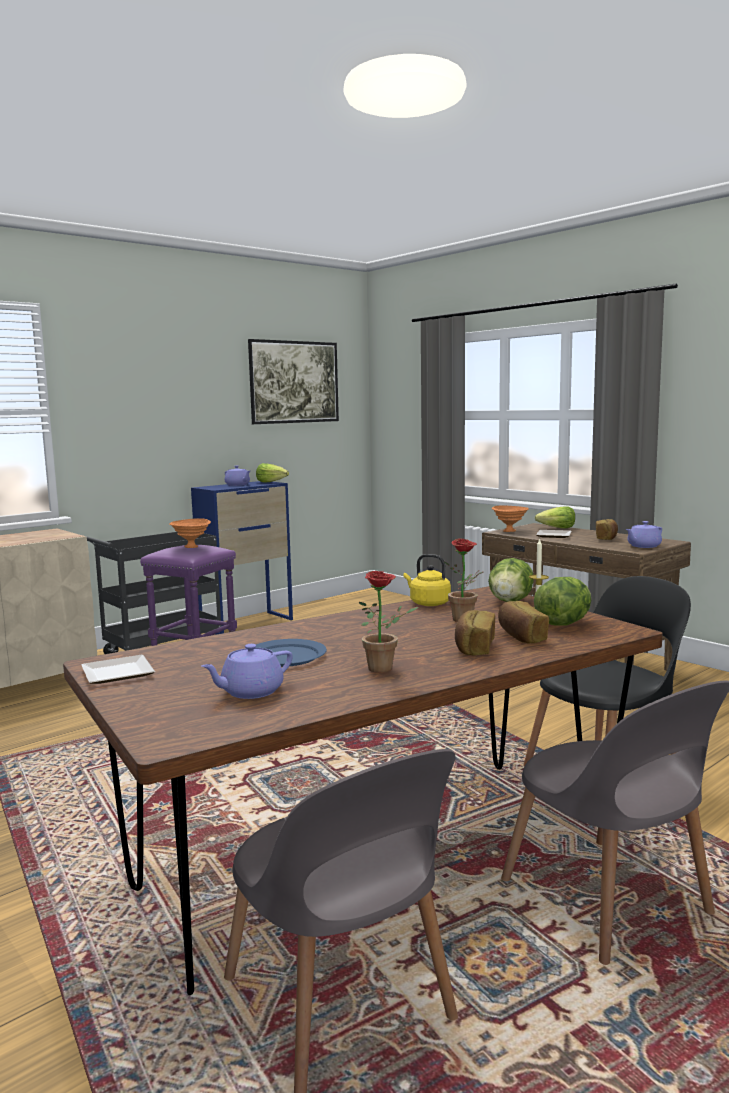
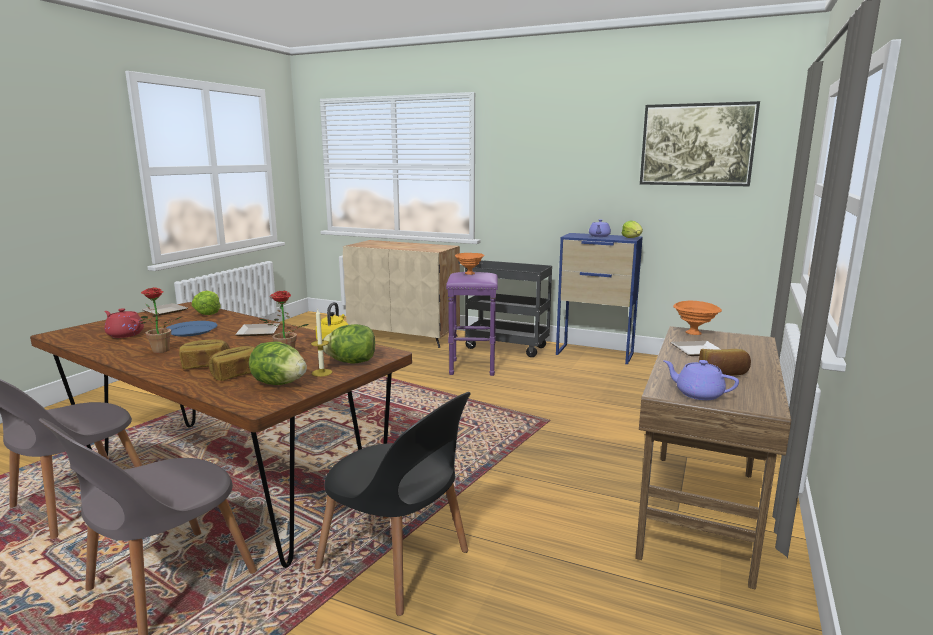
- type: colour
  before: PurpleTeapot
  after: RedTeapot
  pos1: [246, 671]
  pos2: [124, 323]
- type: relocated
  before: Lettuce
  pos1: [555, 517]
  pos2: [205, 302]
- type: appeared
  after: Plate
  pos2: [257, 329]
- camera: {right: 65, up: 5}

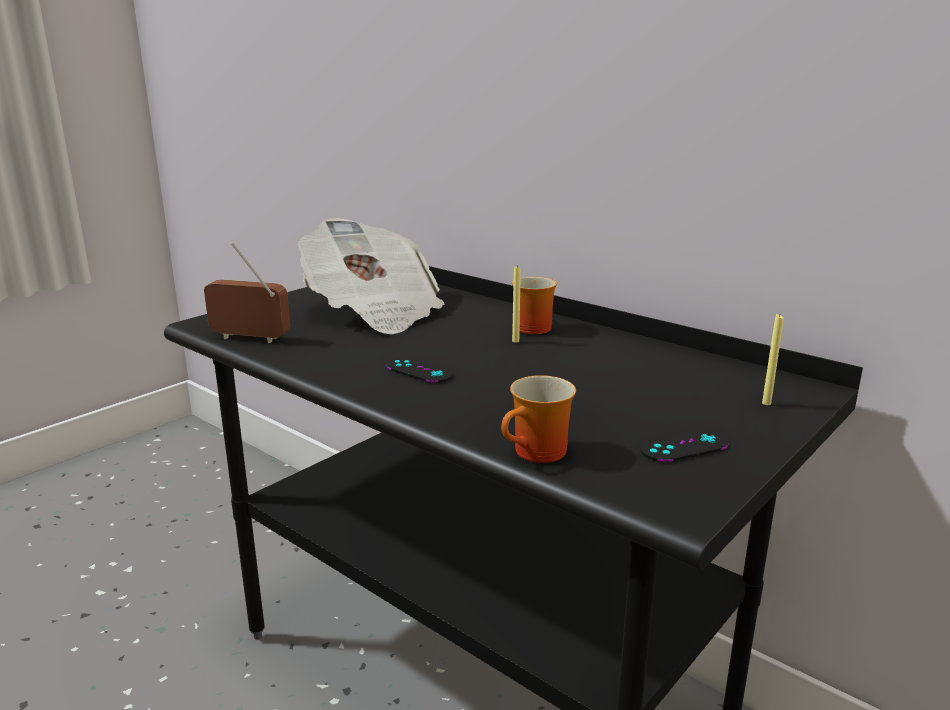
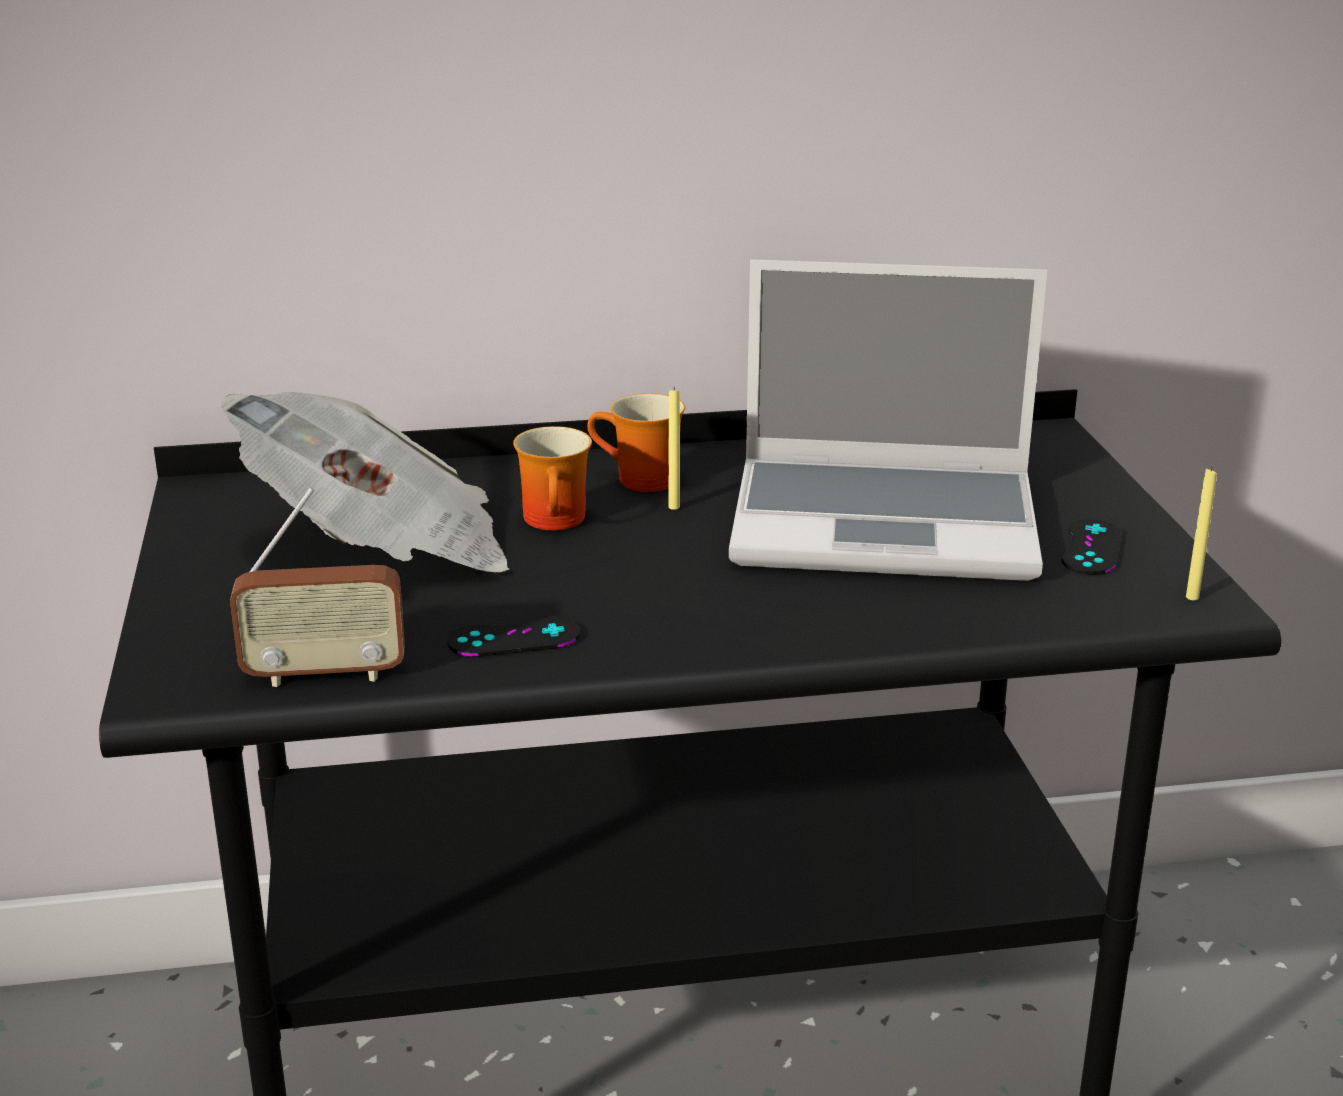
- type: spun
  before: Radio
  pos1: [247, 293]
  pos2: [317, 587]
  turn: -150
- type: relocated
  before: BlackGameController
  pos1: [419, 370]
  pos2: [513, 637]
- type: relocated
  before: Mug
  pos1: [538, 419]
  pos2: [552, 478]
- type: appeared
  after: Laptop
  pos2: [888, 420]
- type: relocated
  before: YellowCandle
  pos1: [773, 359]
  pos2: [1201, 534]
- camera: {right: -50, up: 5}

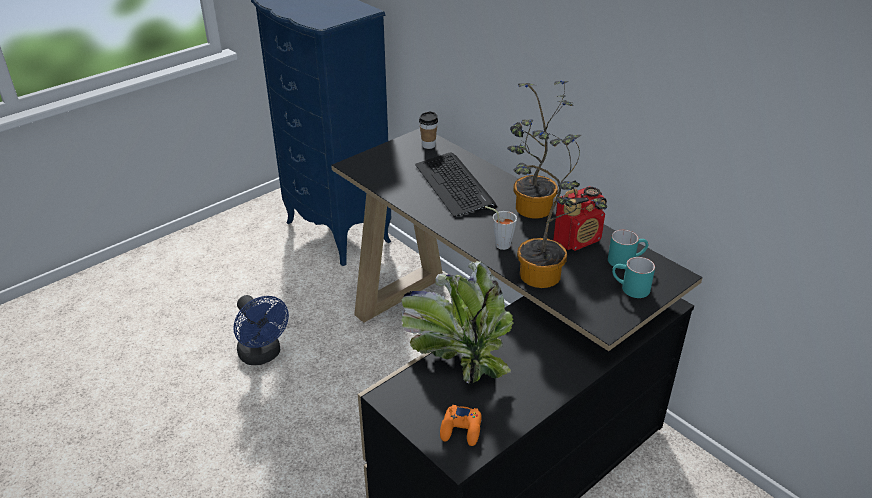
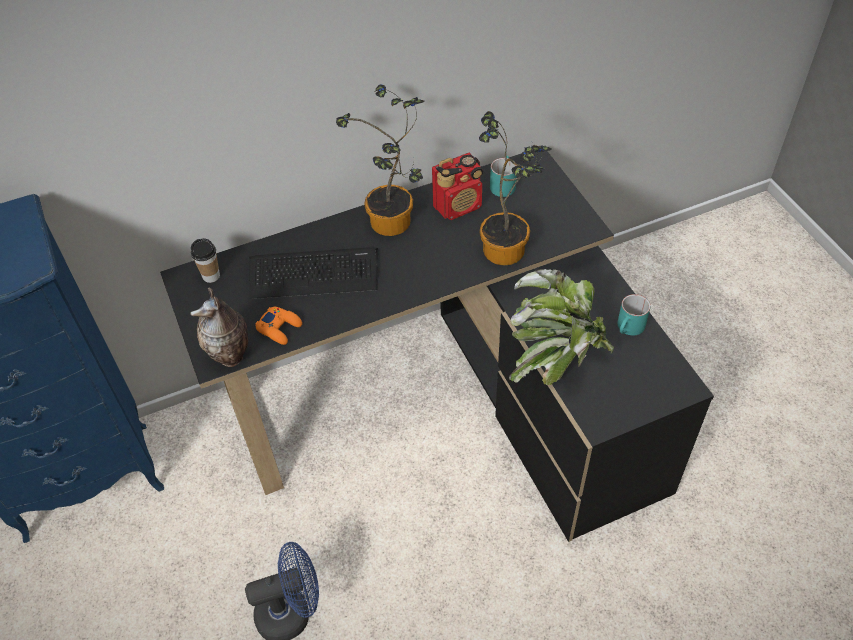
- type: appeared
  after: Vase
  pos2: [219, 327]
- type: relocated
  before: OrangeGameController
  pos1: [461, 425]
  pos2: [278, 326]
- type: spun
  before: Radio
  pos1: [580, 218]
  pos2: [457, 186]
  turn: 75
- type: relocated
  before: TurquoiseMug
  pos1: [633, 277]
  pos2: [634, 314]
- type: missing
  before: GreyCup
  pos1: [501, 228]
- camera: {right: -70, up: 15}

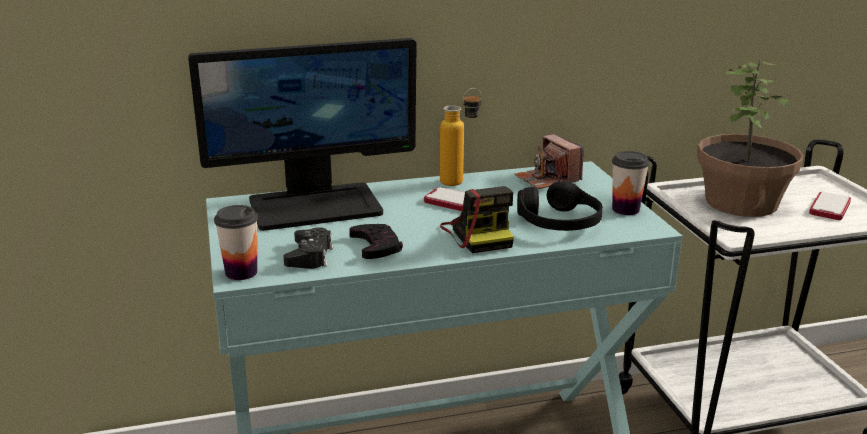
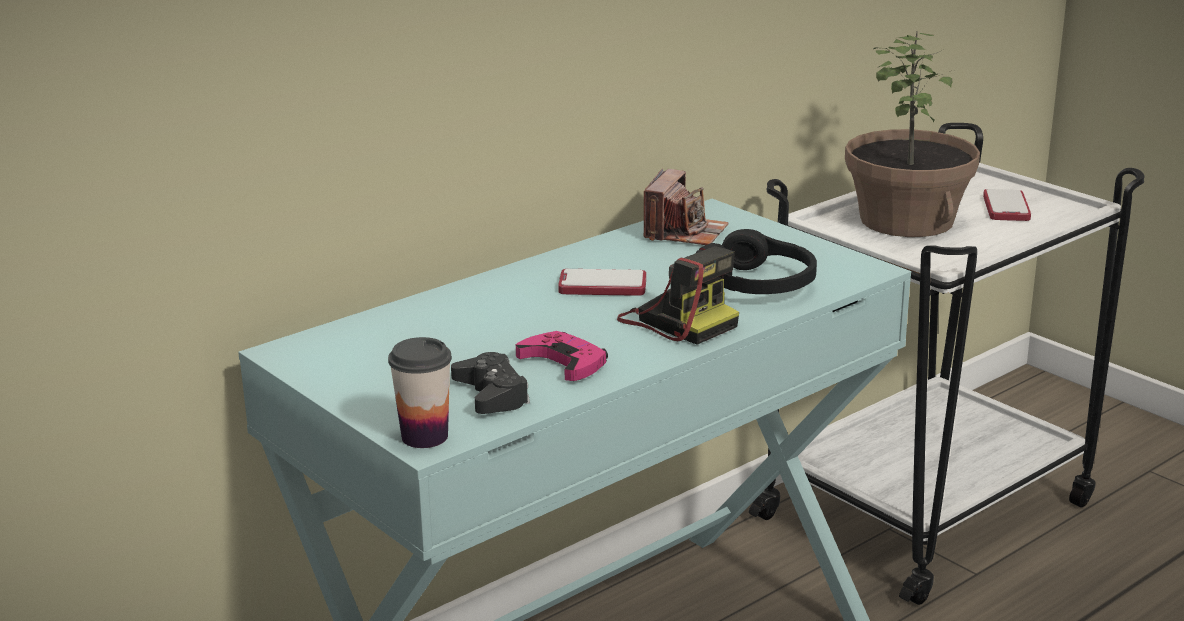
- type: colour
  before: BlackGameController
  after: PinkGameController
  pos1: [376, 241]
  pos2: [562, 356]
- type: spun
  before: PhotoCamera
  pos1: [549, 161]
  pos2: [685, 207]
  turn: -105
- type: missing
  before: Monitor
  pos1: [302, 134]
- type: missing
  before: Bottle
  pos1: [460, 137]
- type: missing
  before: Cup
  pos1: [631, 183]
- camera: {right: -25, up: 0}

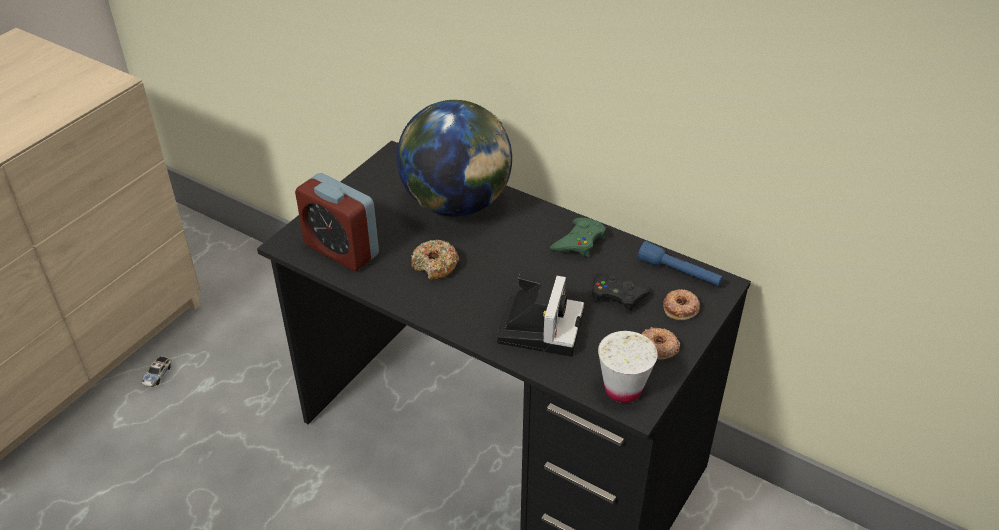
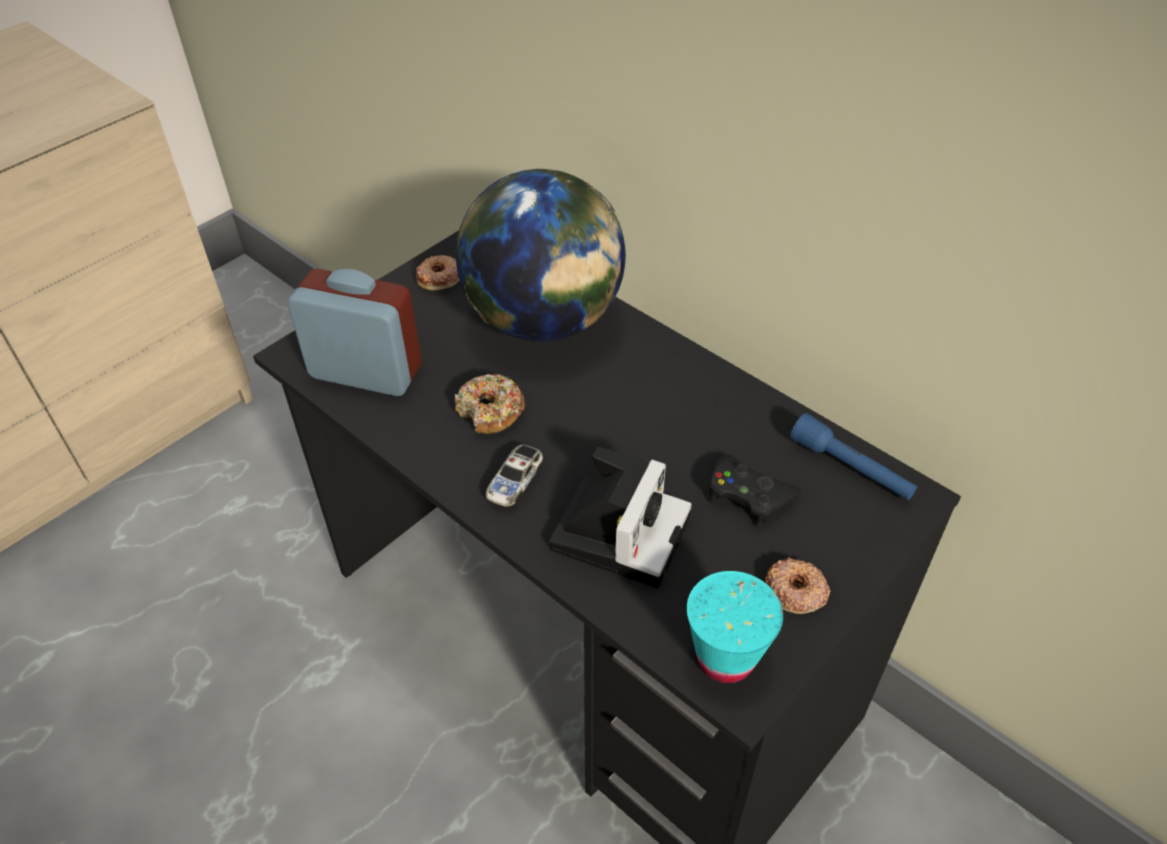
- type: spun
  before: AlarmClock
  pos1: [337, 222]
  pos2: [355, 332]
  turn: 150
- type: relocated
  before: Donut
  pos1: [681, 304]
  pos2: [437, 272]
- type: relocated
  before: ToyCar
  pos1: [156, 371]
  pos2: [514, 476]
- type: colour
  before: WhiteCup
  after: TurquoiseCup
  pos1: [628, 367]
  pos2: [735, 627]
- type: missing
  before: GreenGameController
  pos1: [578, 237]
- camera: {right: 10, up: 5}

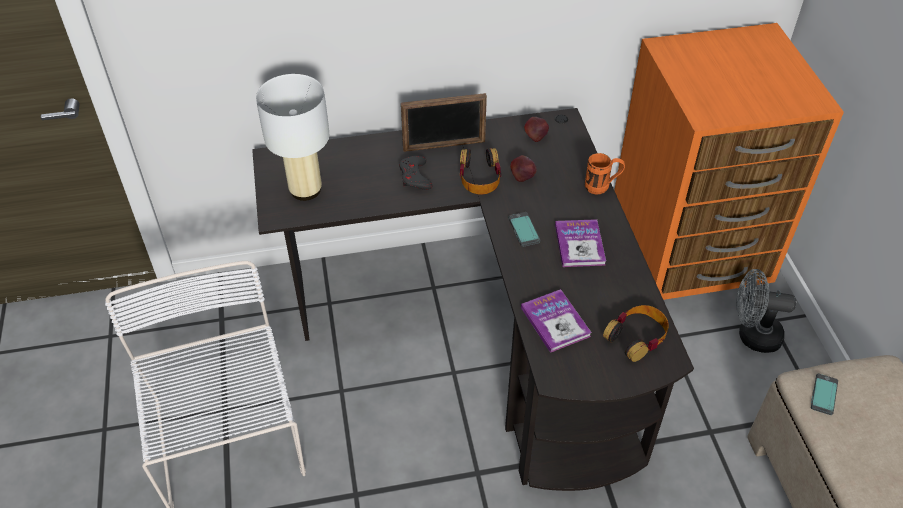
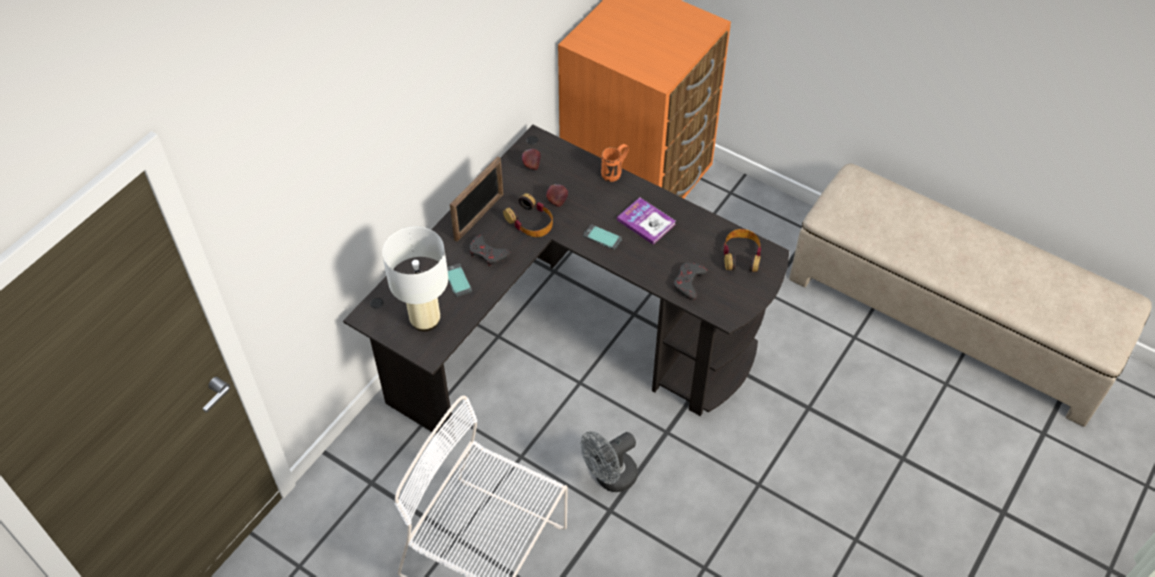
- type: relocated
  before: Phone
  pos1: [824, 394]
  pos2: [459, 280]
- type: relocated
  before: GreyFan
  pos1: [766, 311]
  pos2: [609, 461]
- type: exchanged
  before: Book
  after: GreyGameController
  pos1: [556, 321]
  pos2: [690, 281]
- camera: {right: -45, up: 5}

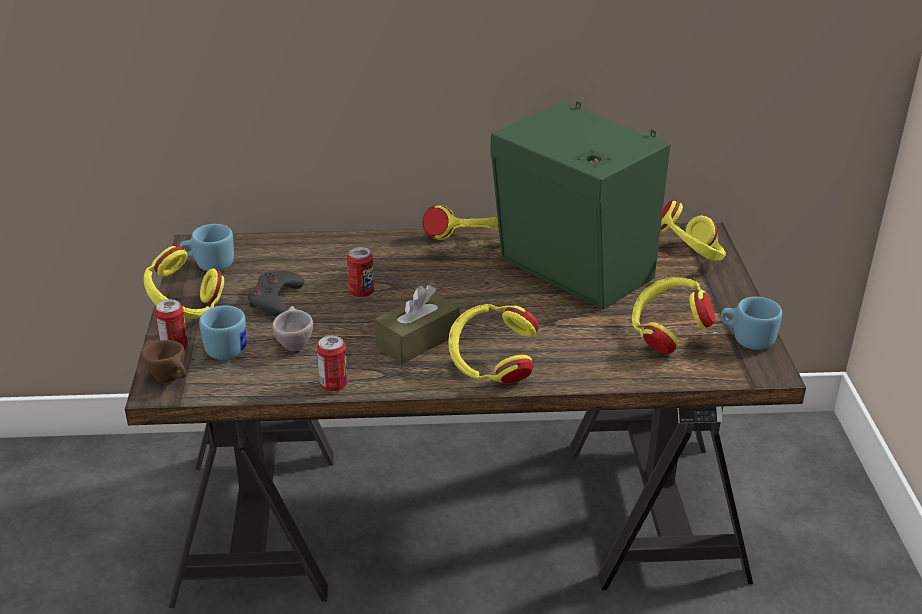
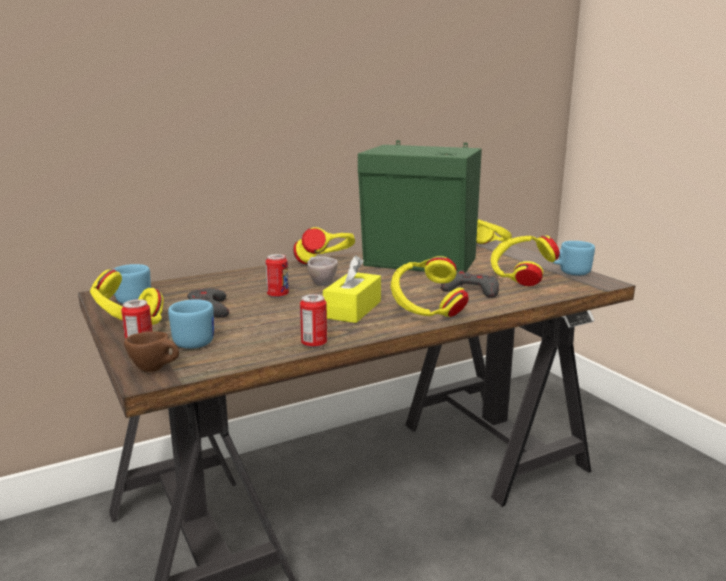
- type: relocated
  before: BeigeCup
  pos1: [292, 328]
  pos2: [322, 271]
- type: colour
  before: BrownTissueBox
  after: YellowTissueBox
  pos1: [417, 324]
  pos2: [352, 289]
- type: appeared
  after: GreyGameController
  pos2: [470, 284]
- camera: {right: -25, up: -15}

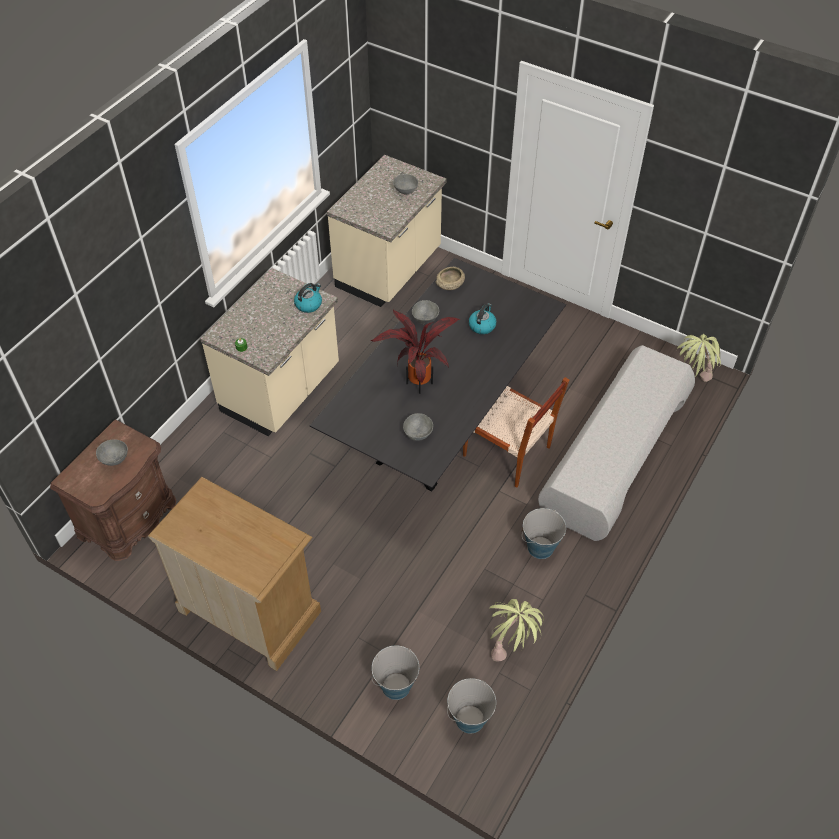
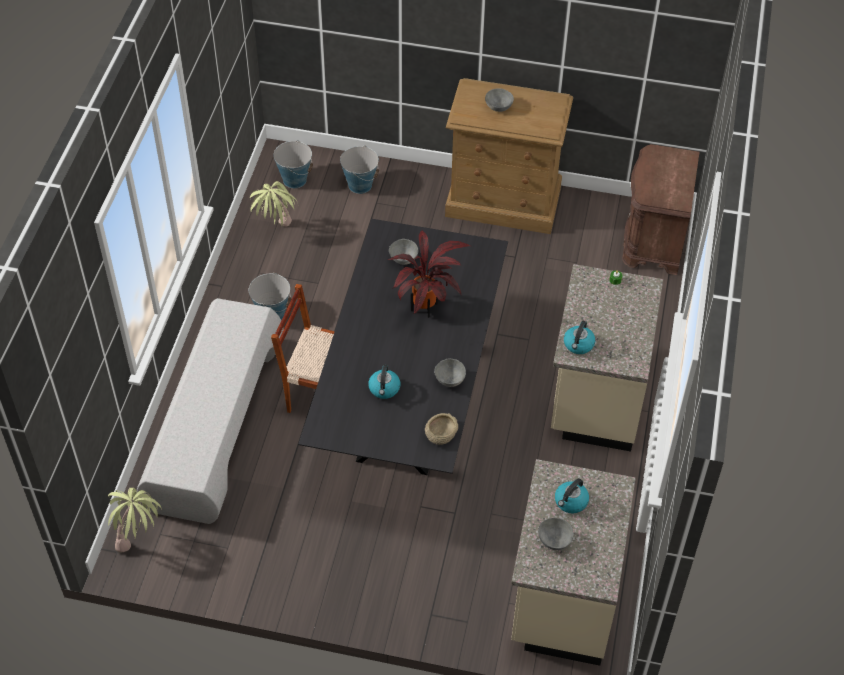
- type: relocated
  before: GreyBowl
  pos1: [112, 452]
  pos2: [499, 100]
- type: appeared
  after: Kettle
  pos2: [572, 495]
- camera: {right: 160, up: 0}

